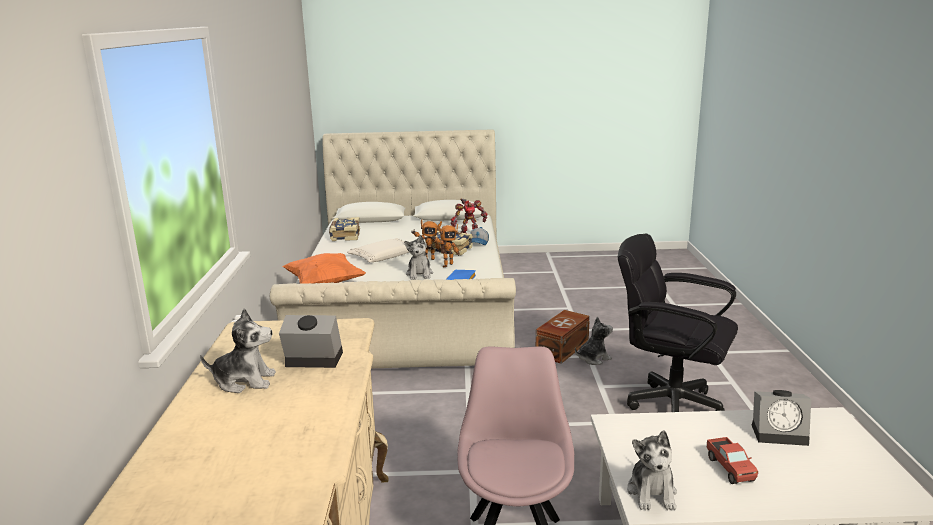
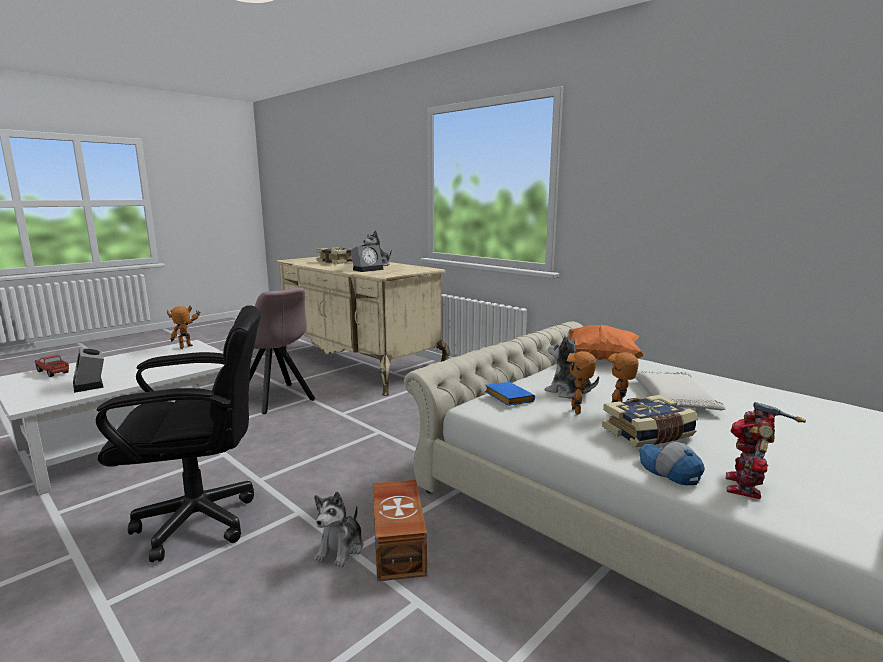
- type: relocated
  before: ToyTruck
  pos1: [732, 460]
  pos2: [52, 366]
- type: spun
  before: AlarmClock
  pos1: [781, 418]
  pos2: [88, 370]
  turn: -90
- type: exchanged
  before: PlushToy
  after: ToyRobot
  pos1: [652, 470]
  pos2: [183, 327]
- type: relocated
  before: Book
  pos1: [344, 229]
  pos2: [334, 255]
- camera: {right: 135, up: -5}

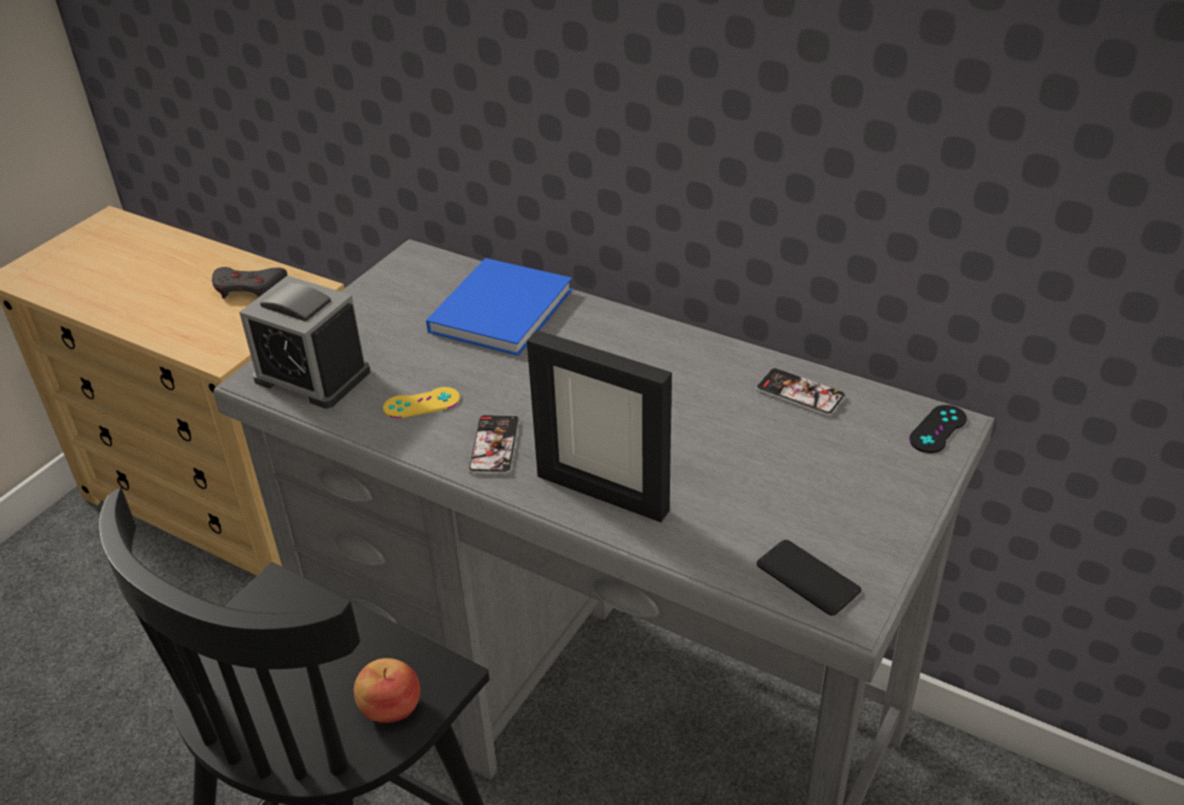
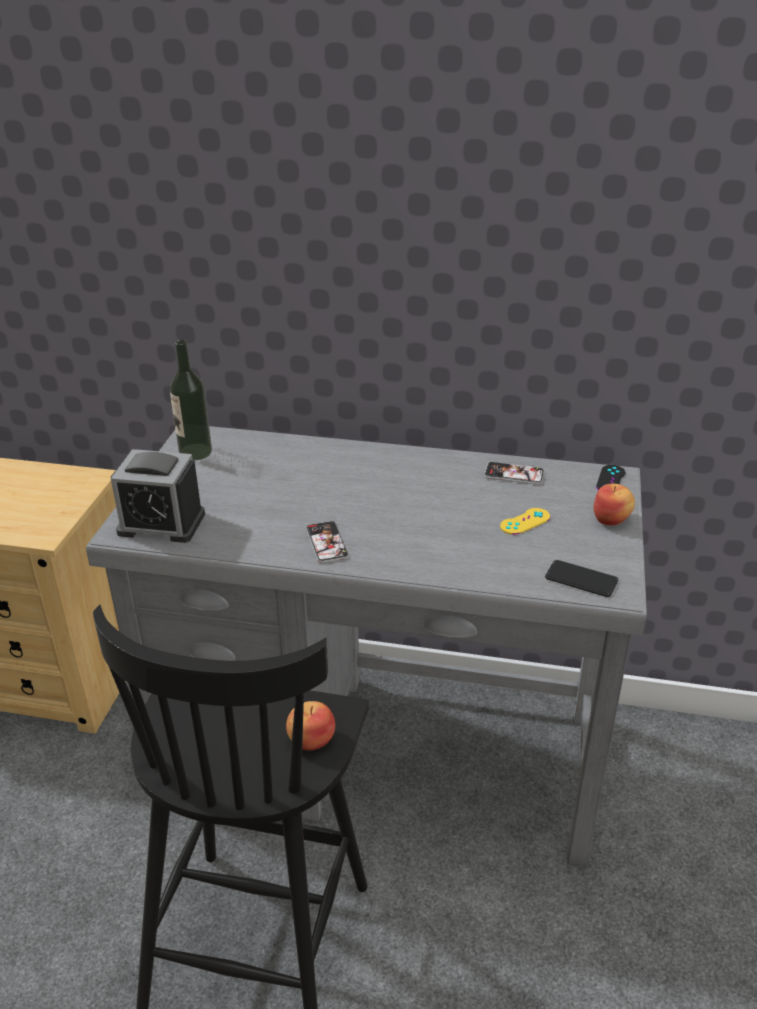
- type: appeared
  after: Bottle
  pos2: [191, 400]
- type: relocated
  before: YellowGameController
  pos1: [421, 403]
  pos2: [525, 521]
- type: appeared
  after: Apple
  pos2: [614, 504]
- type: missing
  before: GreyGameController
  pos1: [249, 283]
- type: missing
  before: BlueBook
  pos1: [499, 307]
- type: missing
  before: PictureFrame
  pos1: [599, 426]
- camera: {right: -20, up: -5}

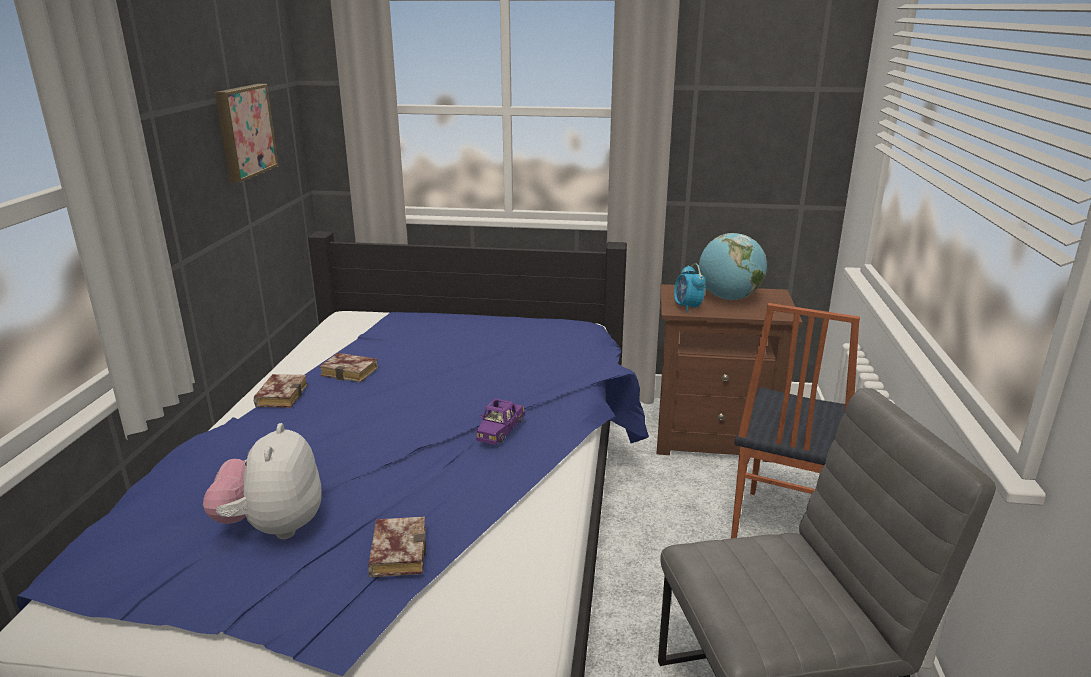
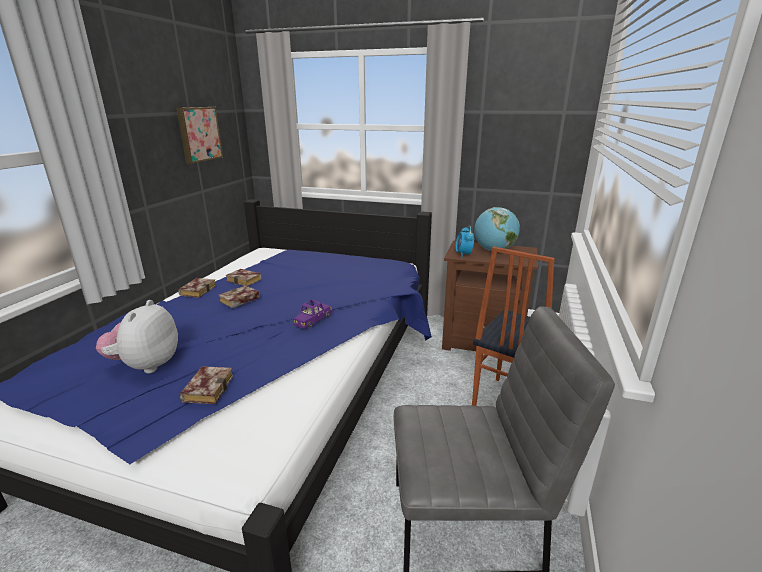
- type: appeared
  after: Book
  pos2: [239, 296]
- camera: {right: 10, up: 0}

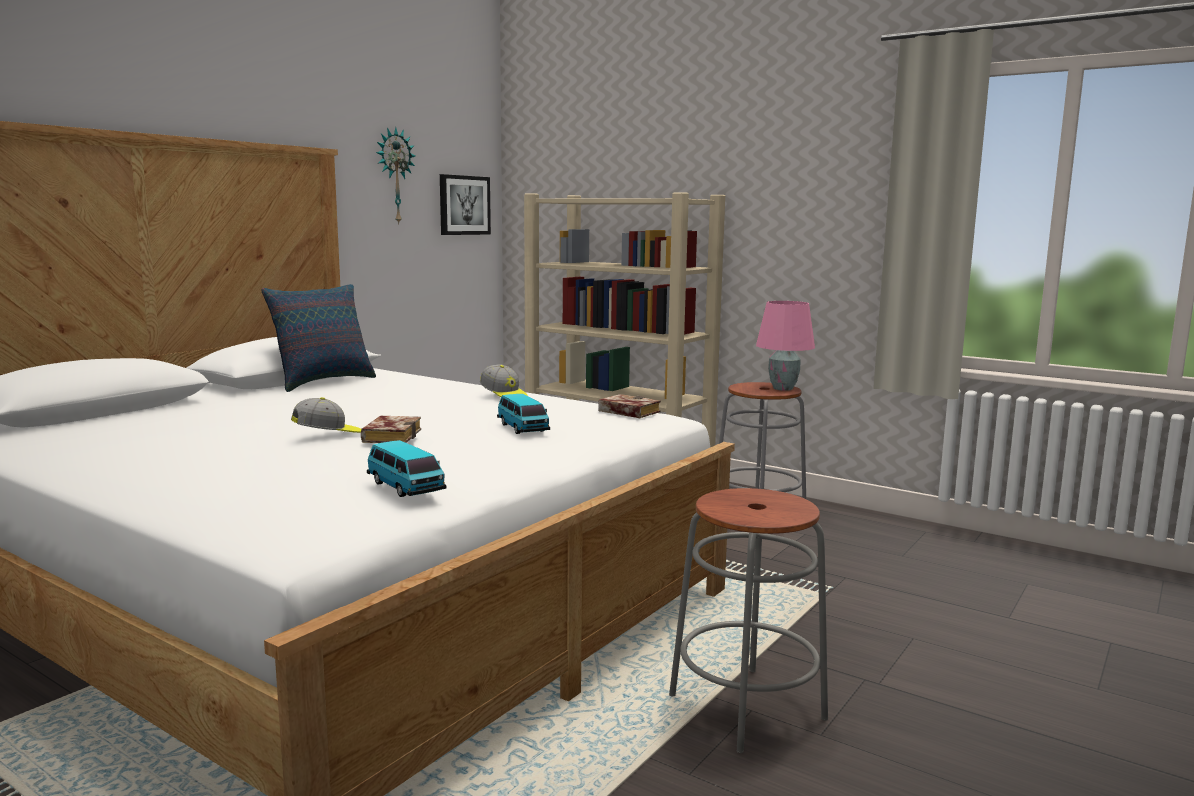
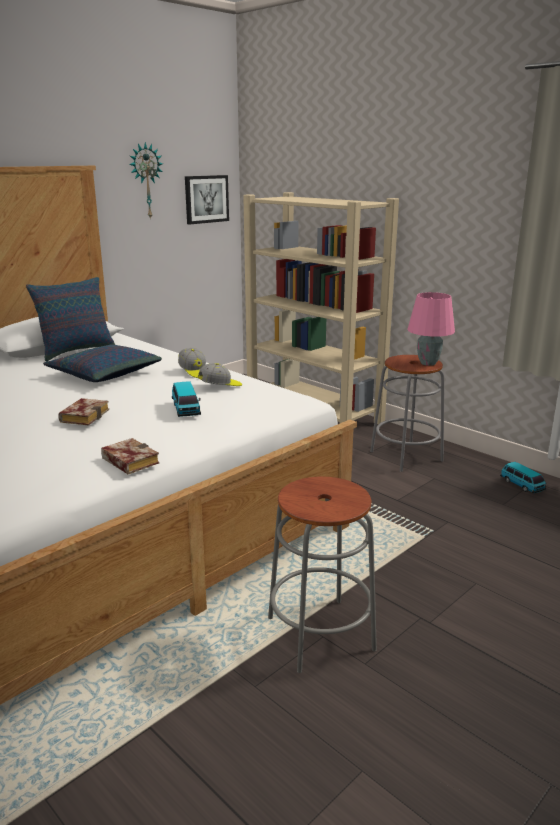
- type: appeared
  after: BluePillow
  pos2: [102, 363]
- type: relocated
  before: Book
  pos1: [630, 406]
  pos2: [130, 456]
- type: relocated
  before: Cap
  pos1: [326, 415]
  pos2: [220, 374]
- type: relocated
  before: ToyCar
  pos1: [406, 468]
  pos2: [523, 478]
- camera: {right: 10, up: 10}

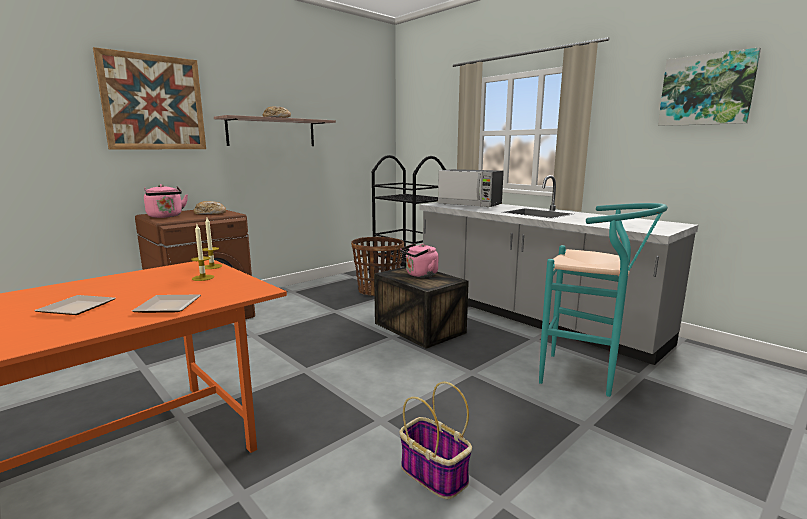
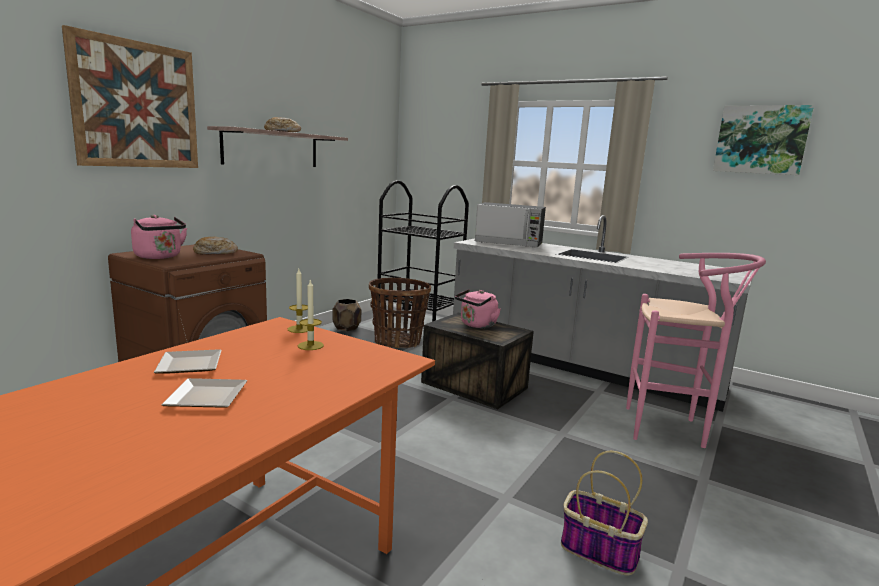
- type: relocated
  before: Plate
  pos1: [166, 303]
  pos2: [187, 361]
- type: appeared
  after: BrownPlanter
  pos2: [346, 315]
- type: colour
  before: TurquoiseStool
  after: PinkStool
  pos1: [603, 300]
  pos2: [696, 350]
- camera: {right: -15, up: 0}

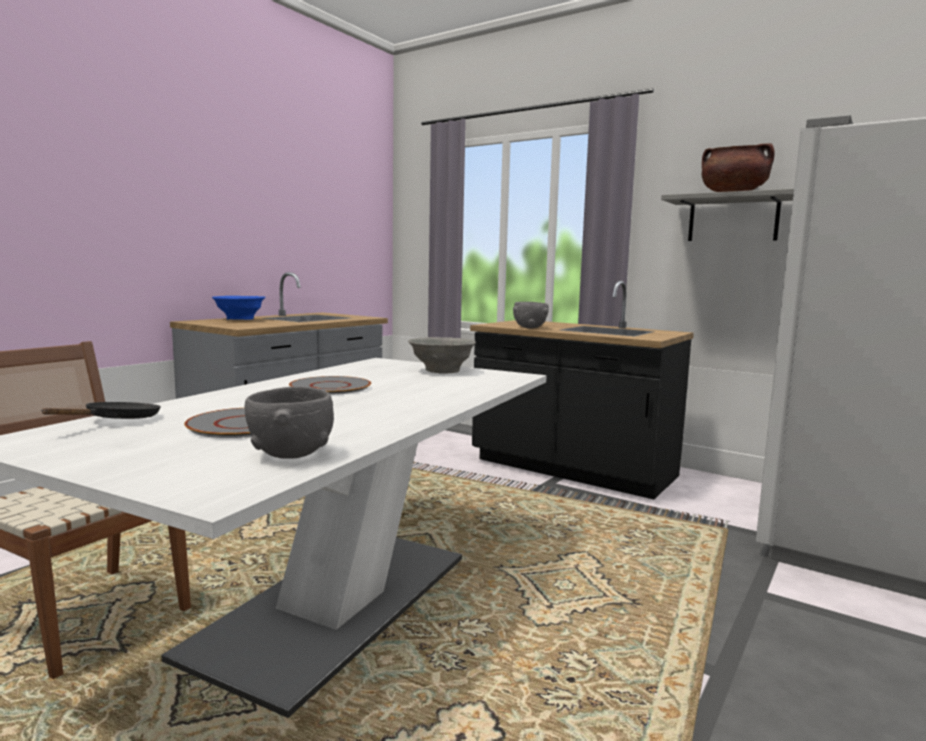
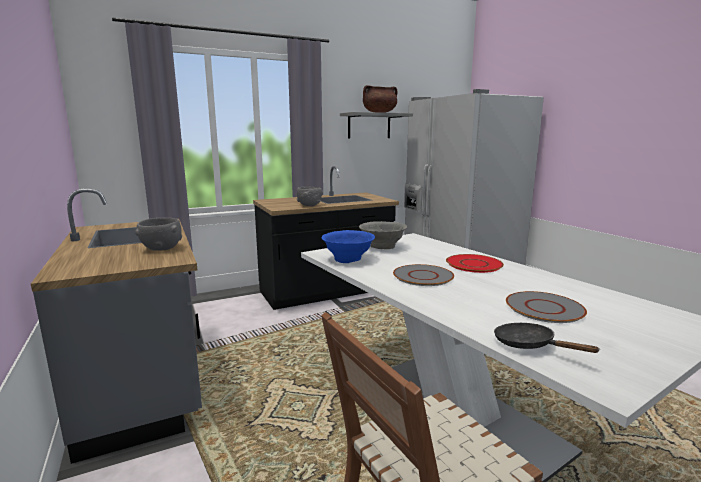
- type: relocated
  before: GreyBowl
  pos1: [289, 422]
  pos2: [158, 234]
- type: relocated
  before: BlueBowl
  pos1: [239, 308]
  pos2: [348, 246]
- type: appeared
  after: RedPlate
  pos2: [475, 263]
- camera: {right: -60, up: 5}

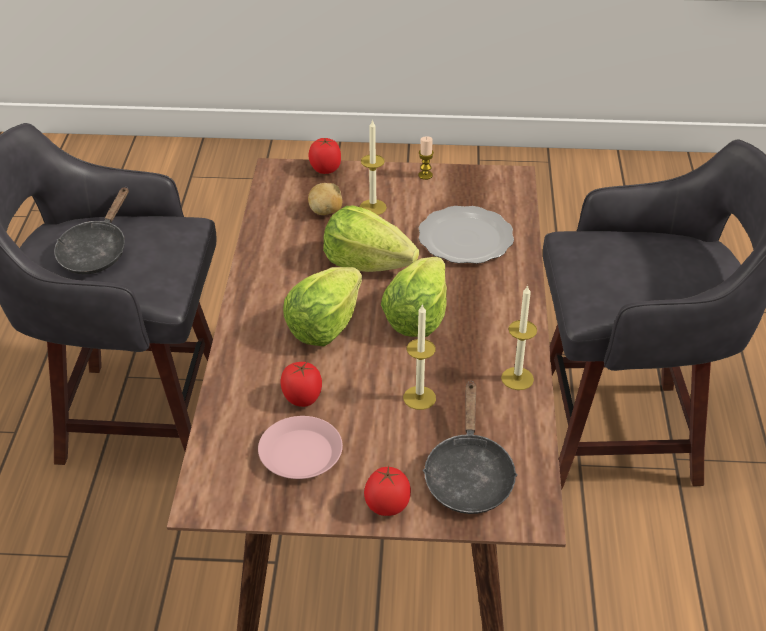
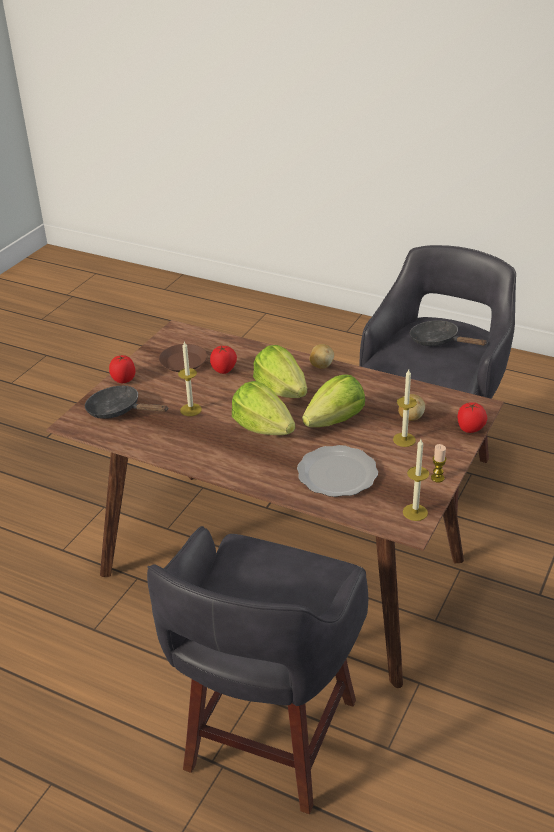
- type: colour
  before: PinkPlate
  after: BrownPlate
  pos1: [300, 447]
  pos2: [183, 358]
- type: appeared
  after: Potato
  pos2: [321, 356]
- type: relocated
  before: Candle
  pos1: [519, 337]
  pos2: [416, 480]
- camera: {right: 115, up: -5}

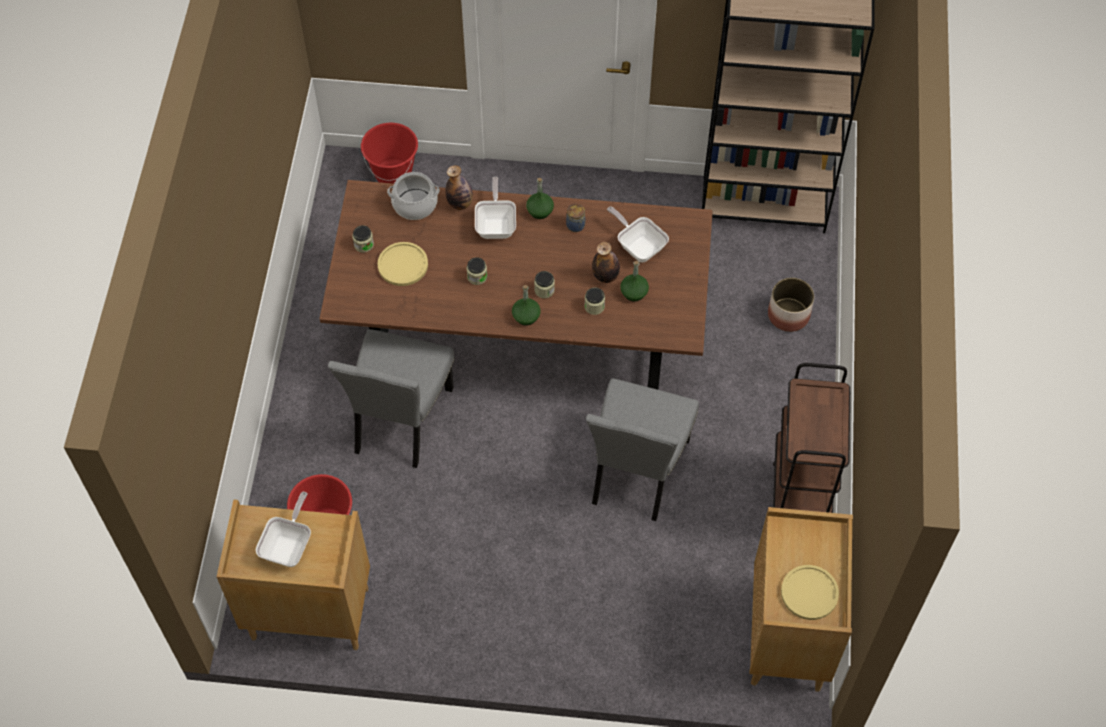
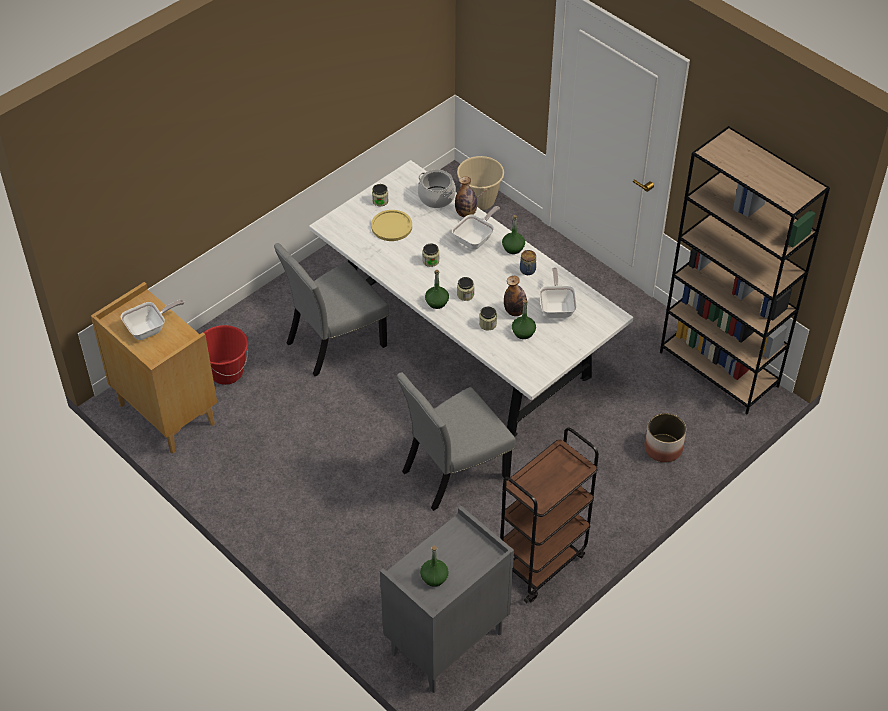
- type: colour
  before: BrownDiningTable
  after: WhiteDiningTable
  pos1: [516, 285]
  pos2: [471, 298]
- type: colour
  before: BrownCabinet
  after: GreyCabinet
  pos1: [801, 599]
  pos2: [447, 599]
- type: exchanged
  before: YellowPlate
  after: GreenBottle
  pos1: [810, 592]
  pos2: [434, 566]
- type: colour
  before: RedBucket
  after: BeigeBucket
  pos1: [389, 153]
  pos2: [480, 183]
- camera: {right: 40, up: -10}

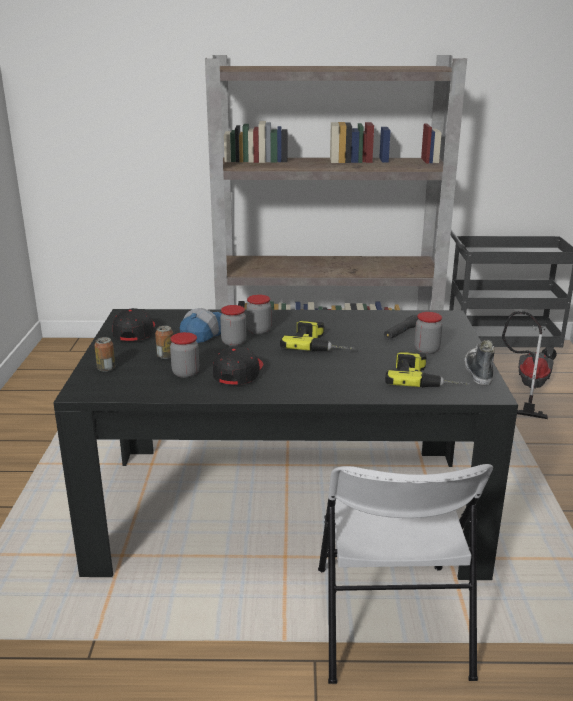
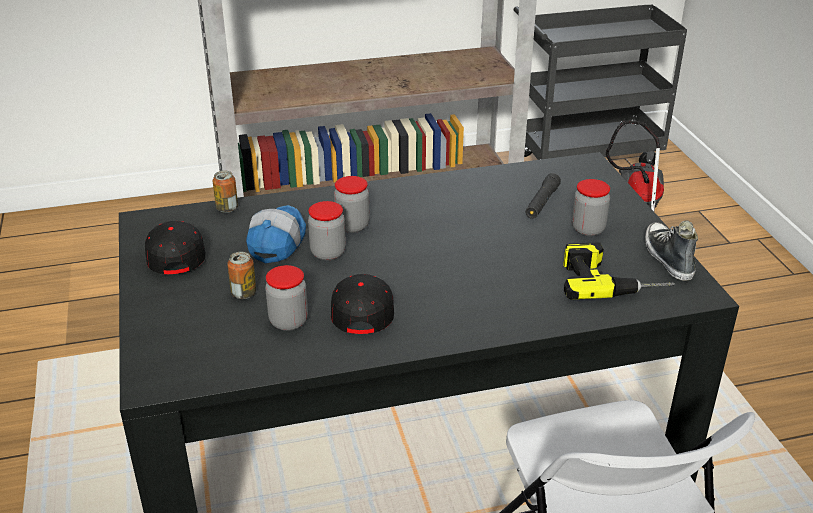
- type: relocated
  before: Can
  pos1: [104, 354]
  pos2: [225, 191]
- type: missing
  before: PowerDrill
  pos1: [317, 335]
- camera: {right: -15, up: 10}

